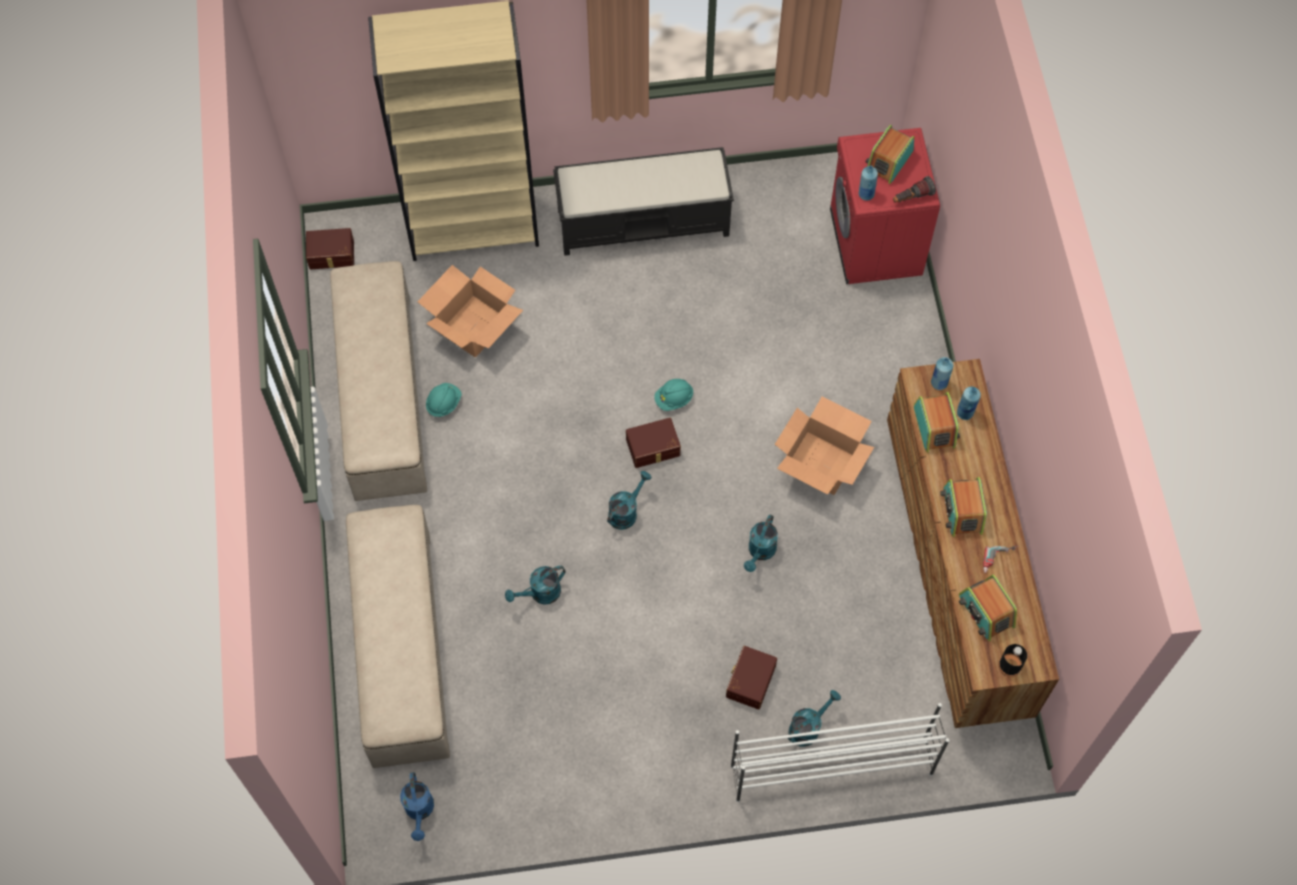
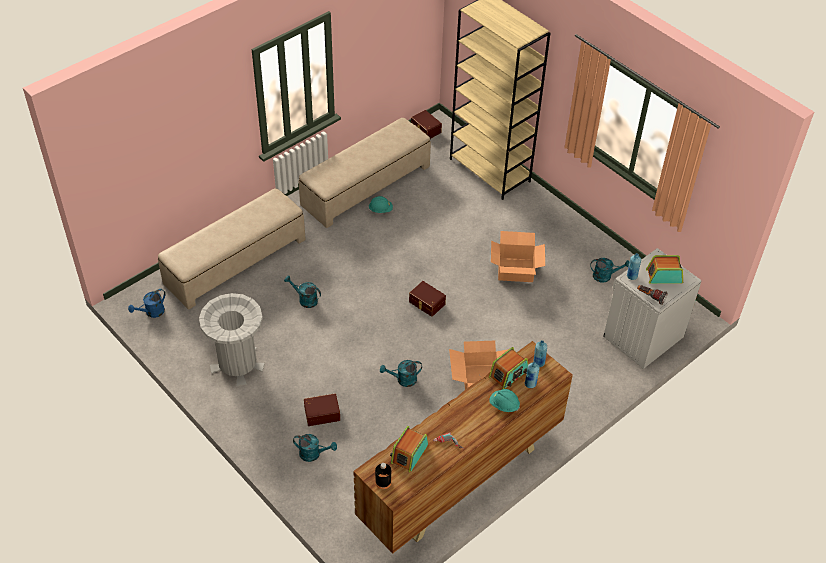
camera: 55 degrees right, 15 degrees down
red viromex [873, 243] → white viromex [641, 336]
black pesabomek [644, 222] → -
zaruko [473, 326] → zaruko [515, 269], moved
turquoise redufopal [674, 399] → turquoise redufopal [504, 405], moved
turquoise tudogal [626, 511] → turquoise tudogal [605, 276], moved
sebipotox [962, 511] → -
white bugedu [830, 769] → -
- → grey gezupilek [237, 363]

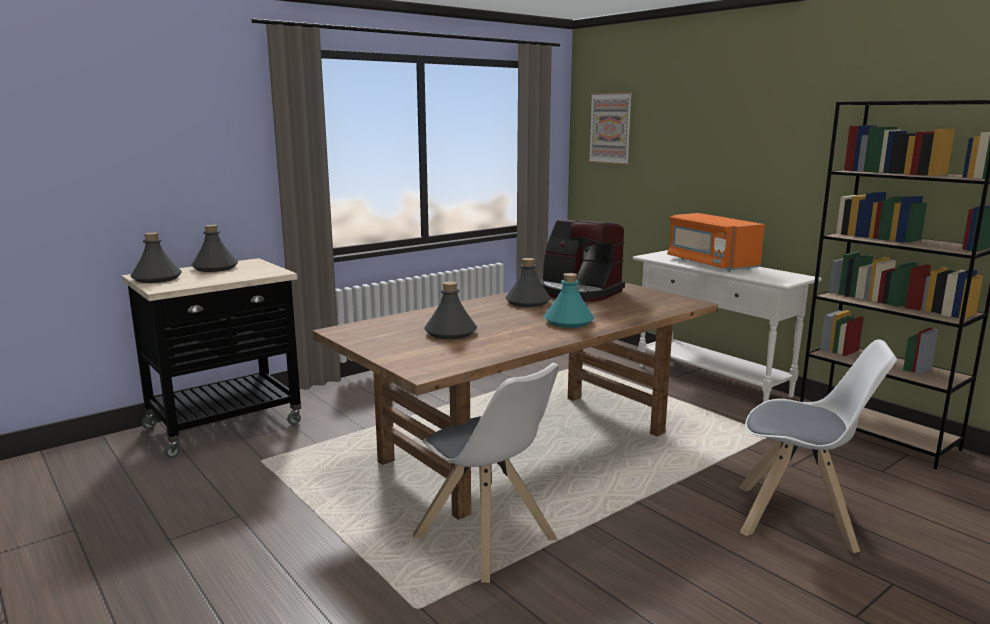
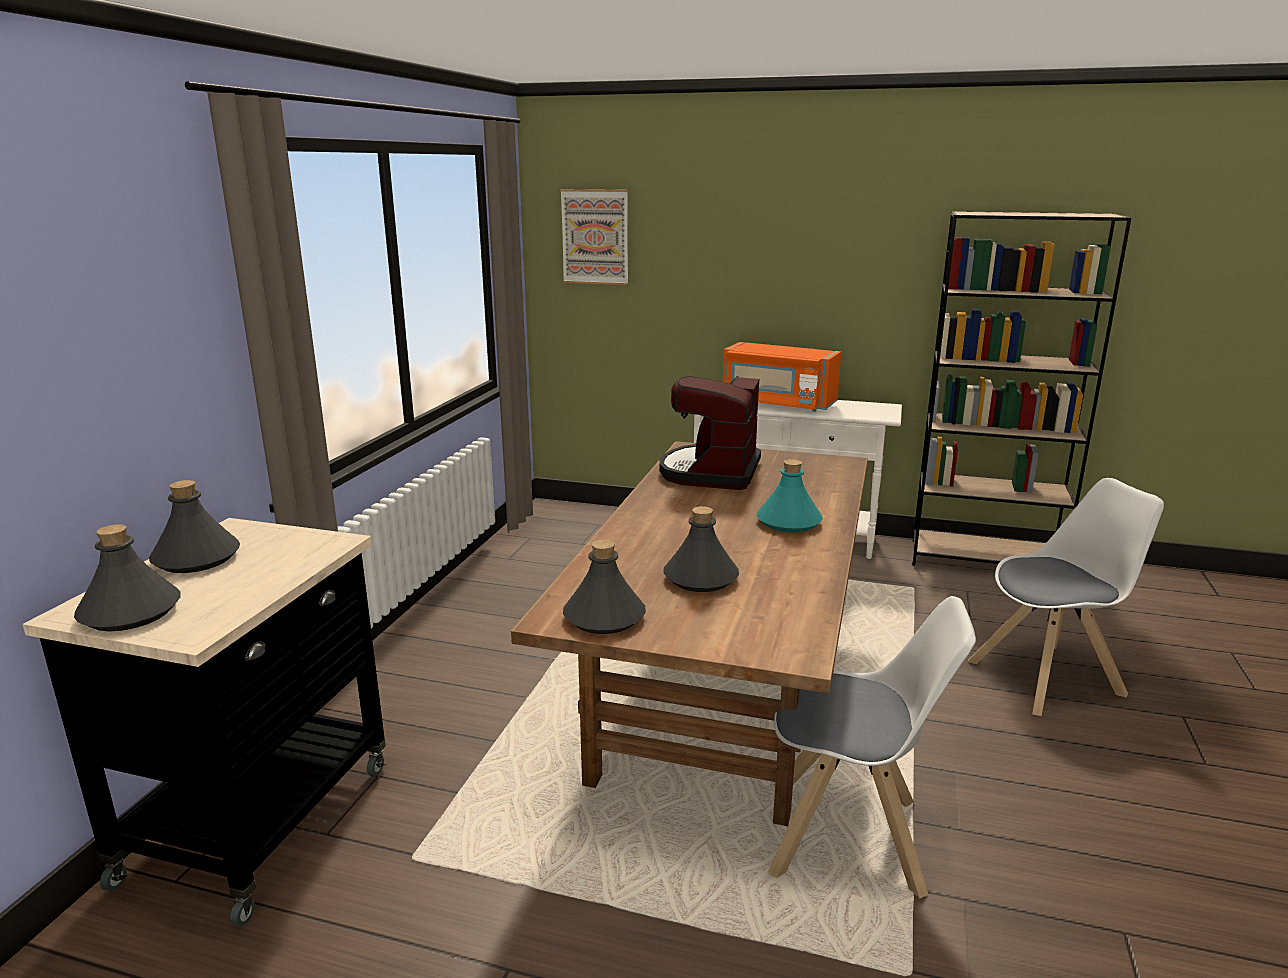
camera: 35 degrees left, 5 degrees up
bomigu [579, 292] → bomigu [711, 472], 105 degrees clockwise
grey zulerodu [527, 302] → grey zulerodu [604, 618], moved

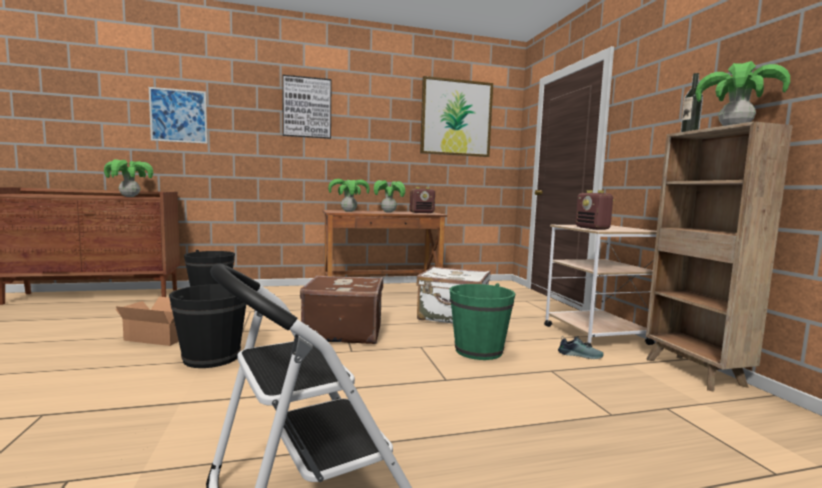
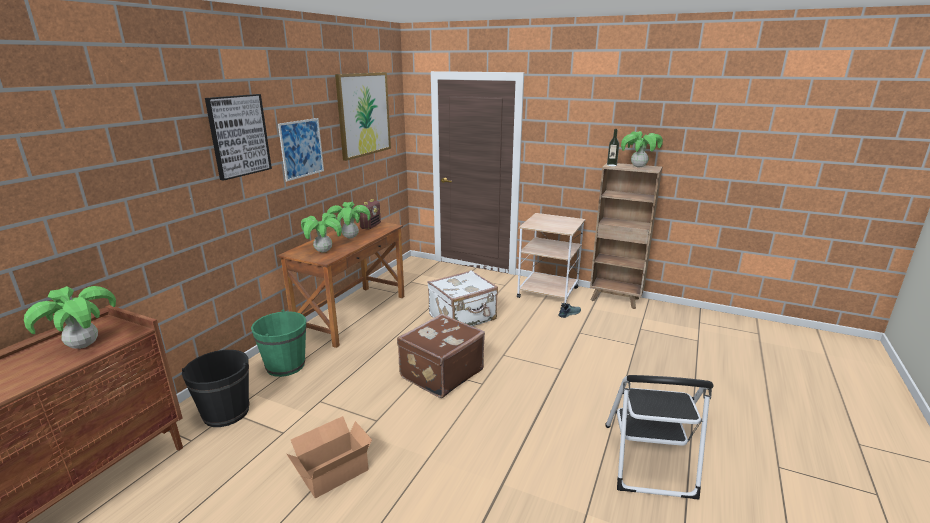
camera: 50 degrees left, 15 degrees up
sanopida [178, 116] → sanopida [301, 148], moved
sebipotox [592, 228] → -
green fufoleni [478, 351] → green fufoleni [285, 366], moved
black fufoleni [211, 357] → -

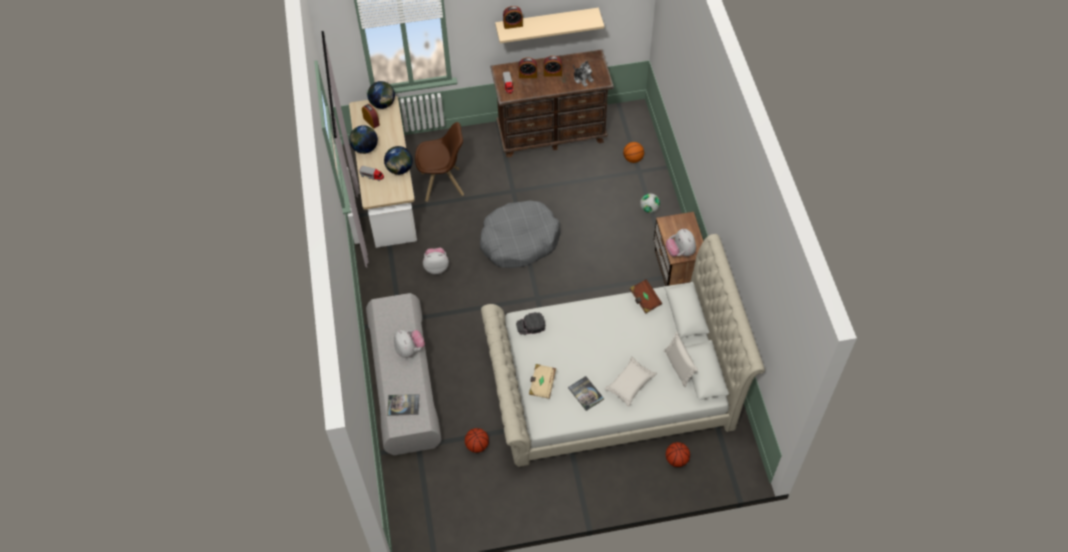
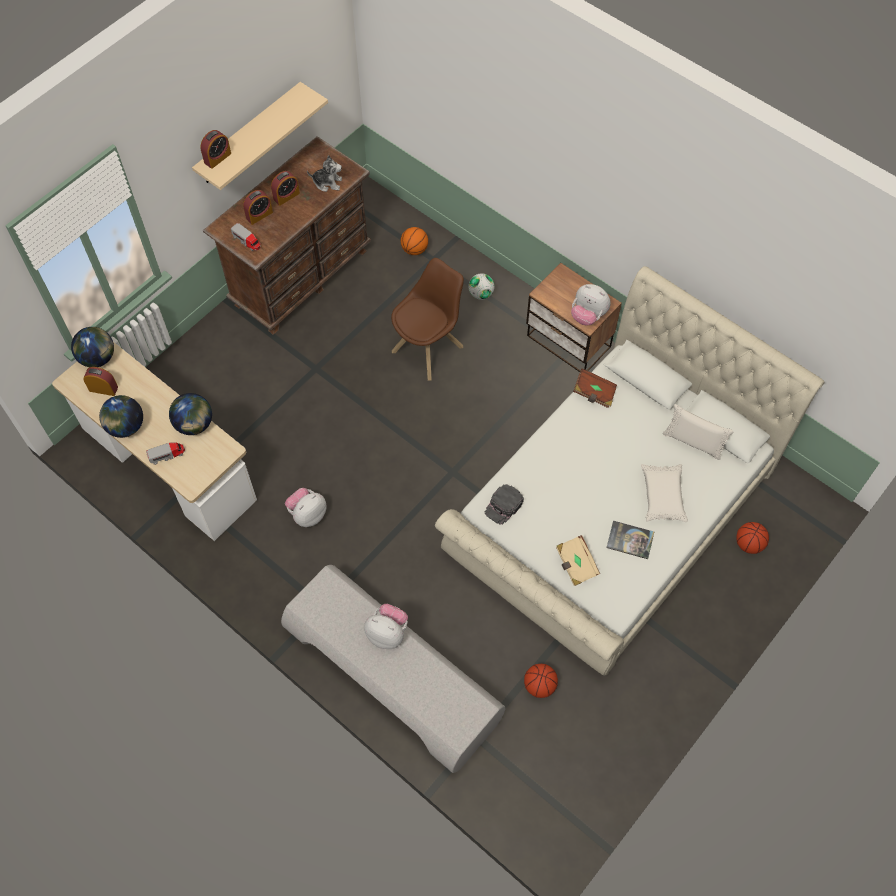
camera: 40 degrees left, 5 degrees up
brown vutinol [443, 184] → brown vutinol [428, 349], moved
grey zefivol [519, 241] → -
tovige [403, 405] → -

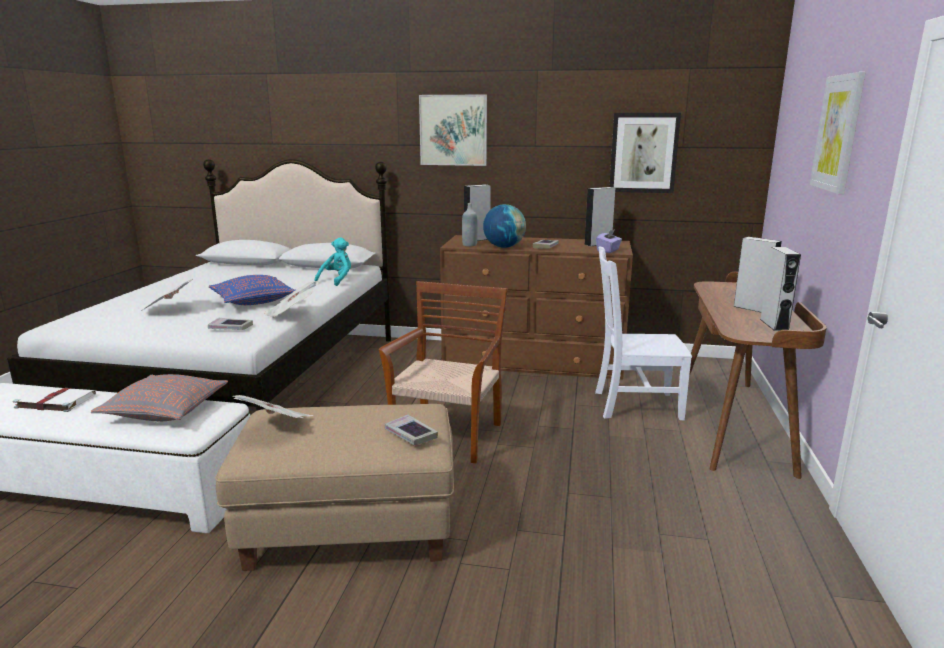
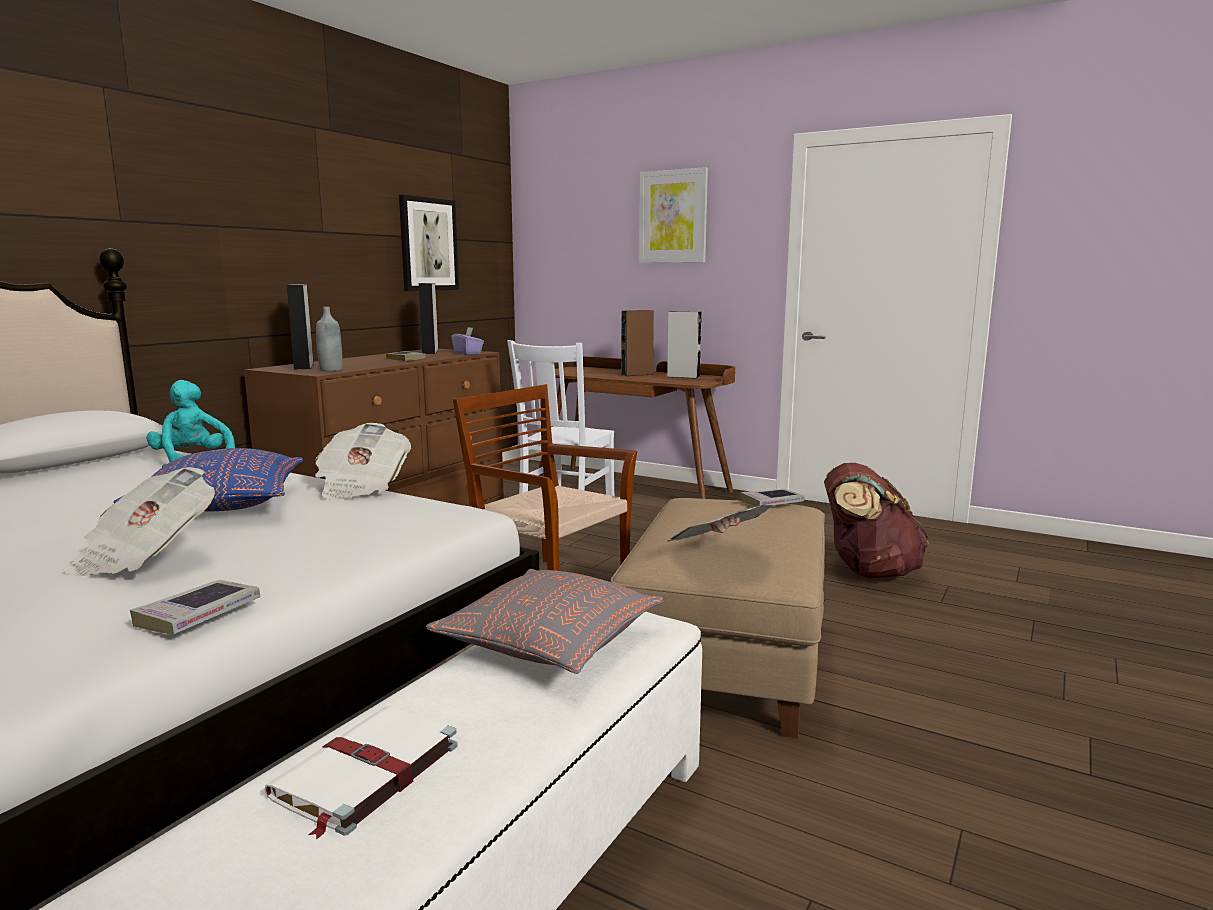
camera: 70 degrees left, 5 degrees down
sanopida [453, 130] → -
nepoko [504, 247] → -
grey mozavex [752, 308] → brown mozavex [637, 374]
tovige [230, 328] → tovige [199, 614], moved
- → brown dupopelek [868, 571]

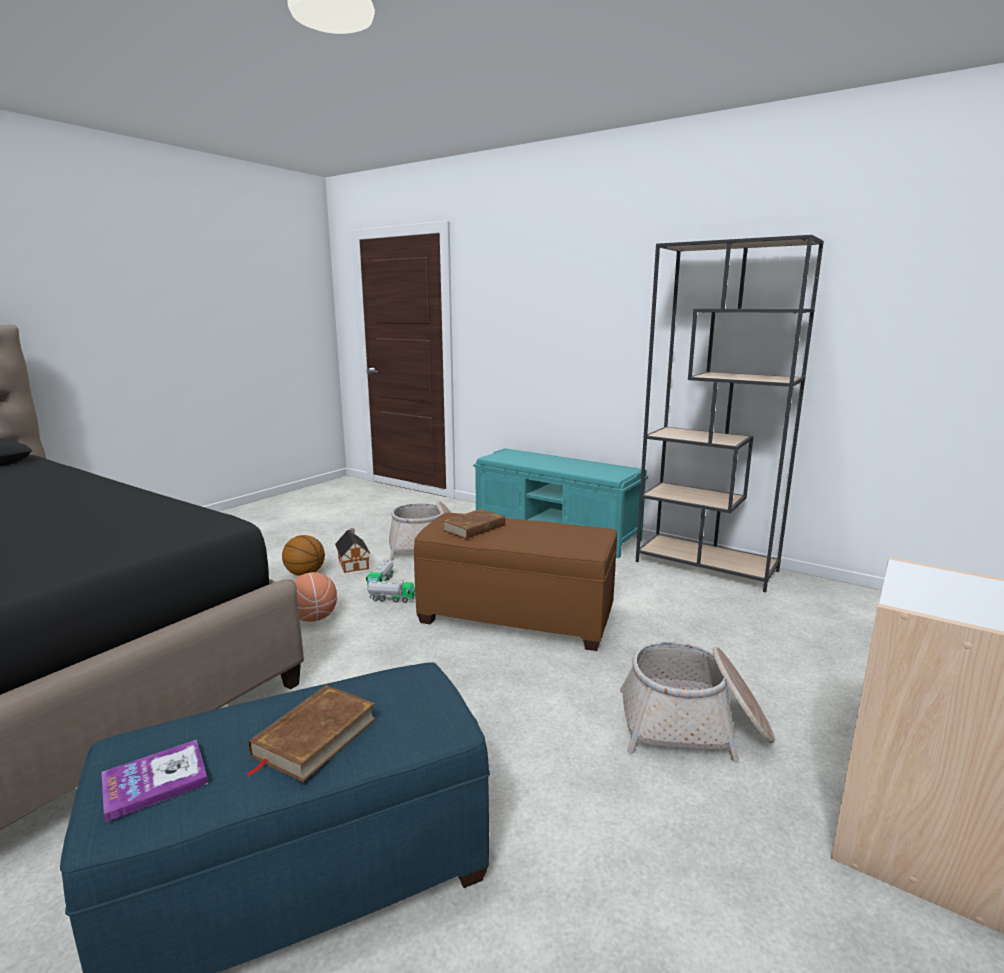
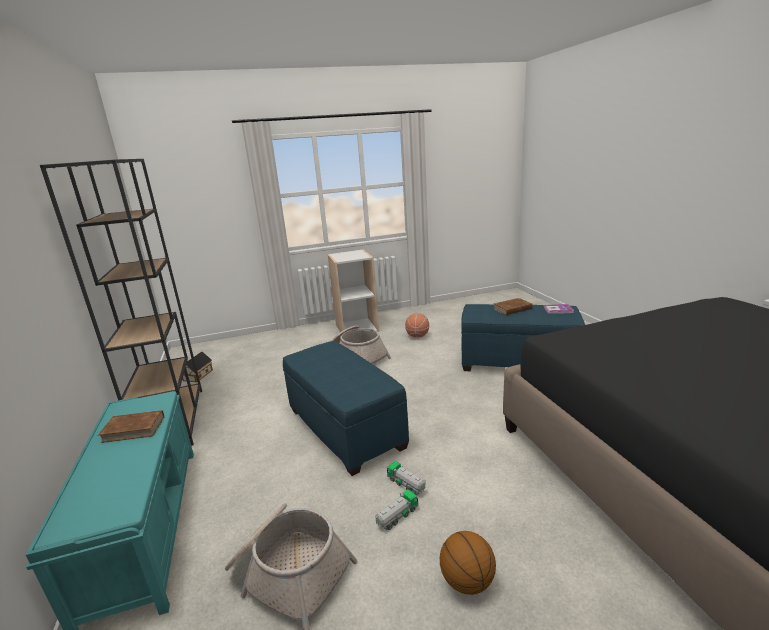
camera: 140 degrees left, 5 degrees up
brown tovige [474, 528] → brown tovige [133, 429], moved
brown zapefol [517, 616] → blue zapefol [344, 428]
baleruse [353, 563] → baleruse [196, 376], moved
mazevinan [314, 618] → mazevinan [417, 336], moved

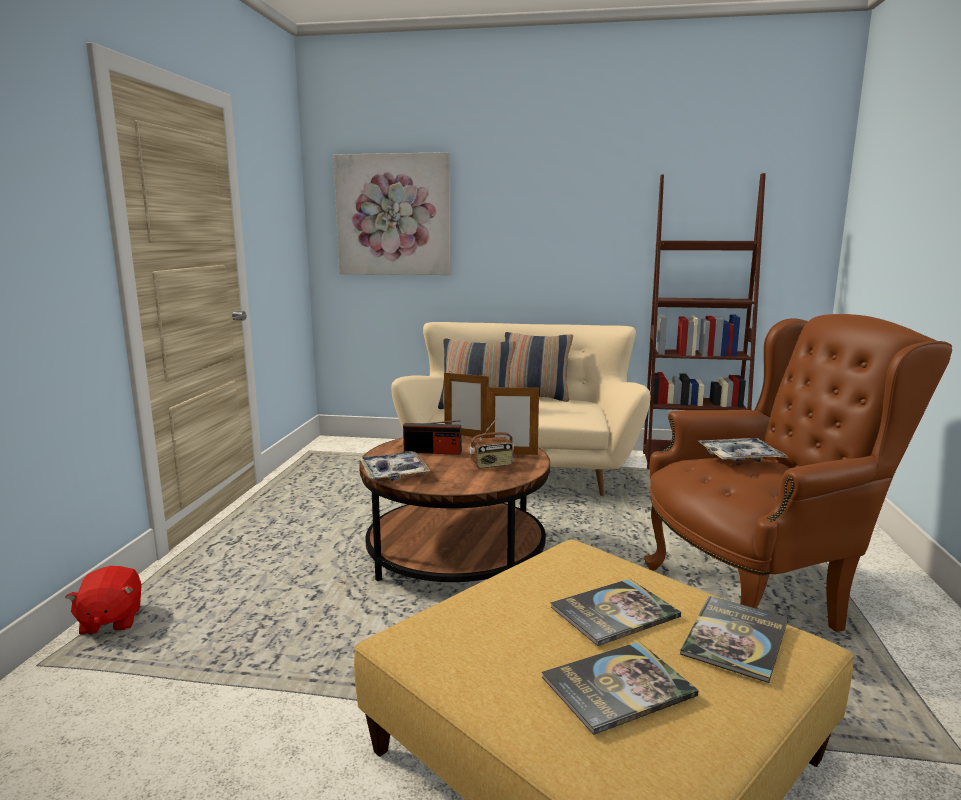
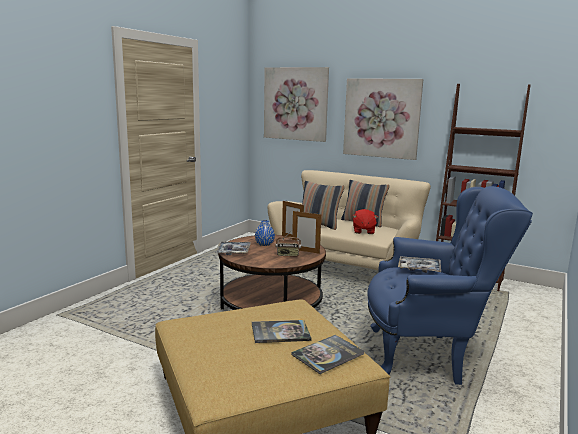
camera: 20 degrees right, 0 degrees up
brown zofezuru [756, 594] → blue zofezuru [426, 356]
sebipotox [433, 452] → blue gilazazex [264, 244]
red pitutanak [110, 621] → red pitutanak [363, 231], moved
tovige [618, 687] → -
- → sanopida [381, 118]

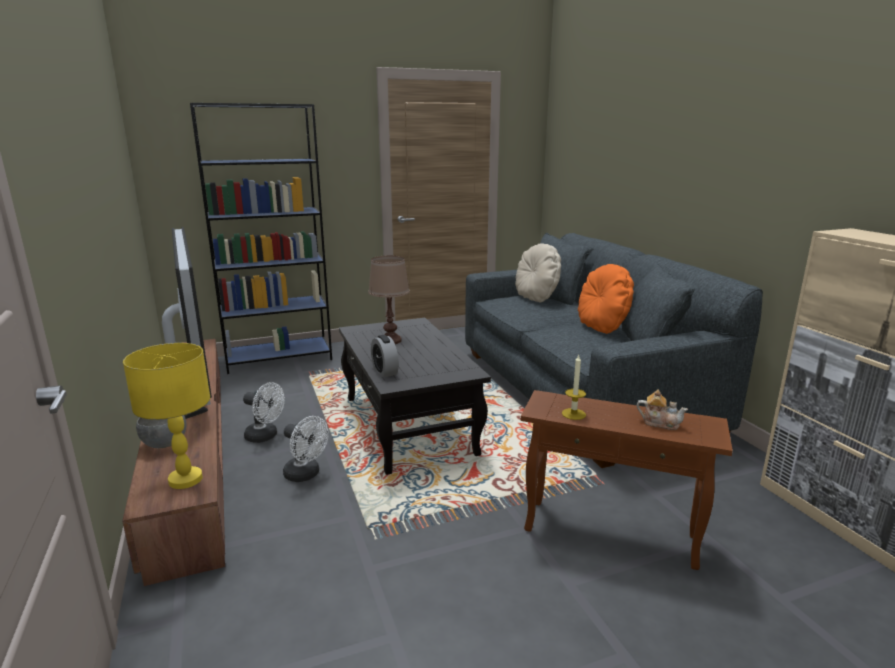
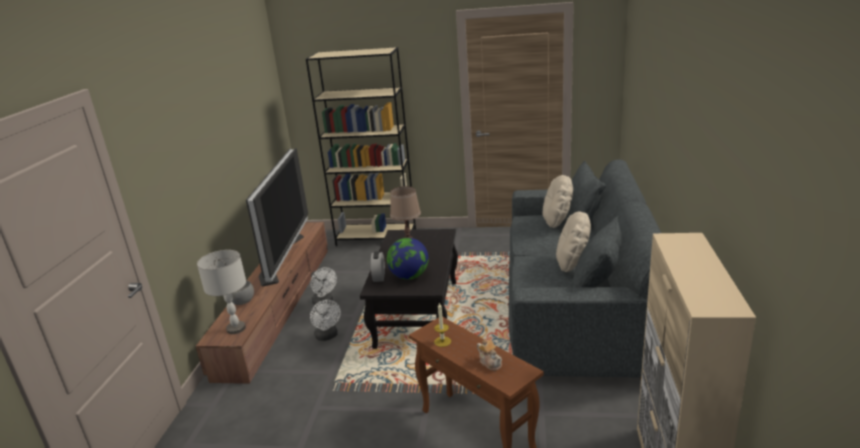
camera: 30 degrees right, 5 degrees up
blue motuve [279, 358] → beige motuve [377, 237]
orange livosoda [602, 328] → beige livosoda [572, 265]
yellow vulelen [186, 479] → grey vulelen [236, 328]
- → nepoko [409, 276]

